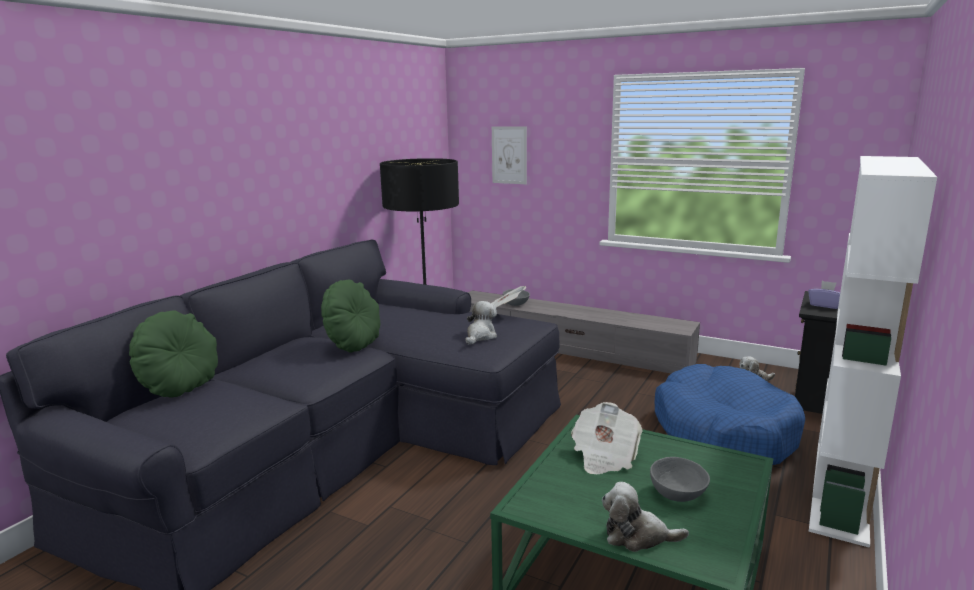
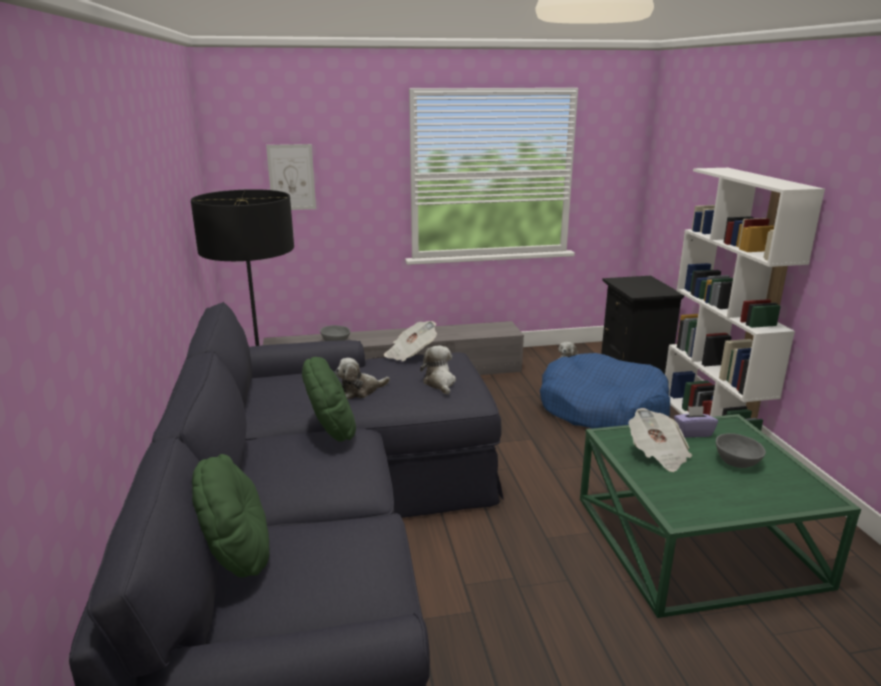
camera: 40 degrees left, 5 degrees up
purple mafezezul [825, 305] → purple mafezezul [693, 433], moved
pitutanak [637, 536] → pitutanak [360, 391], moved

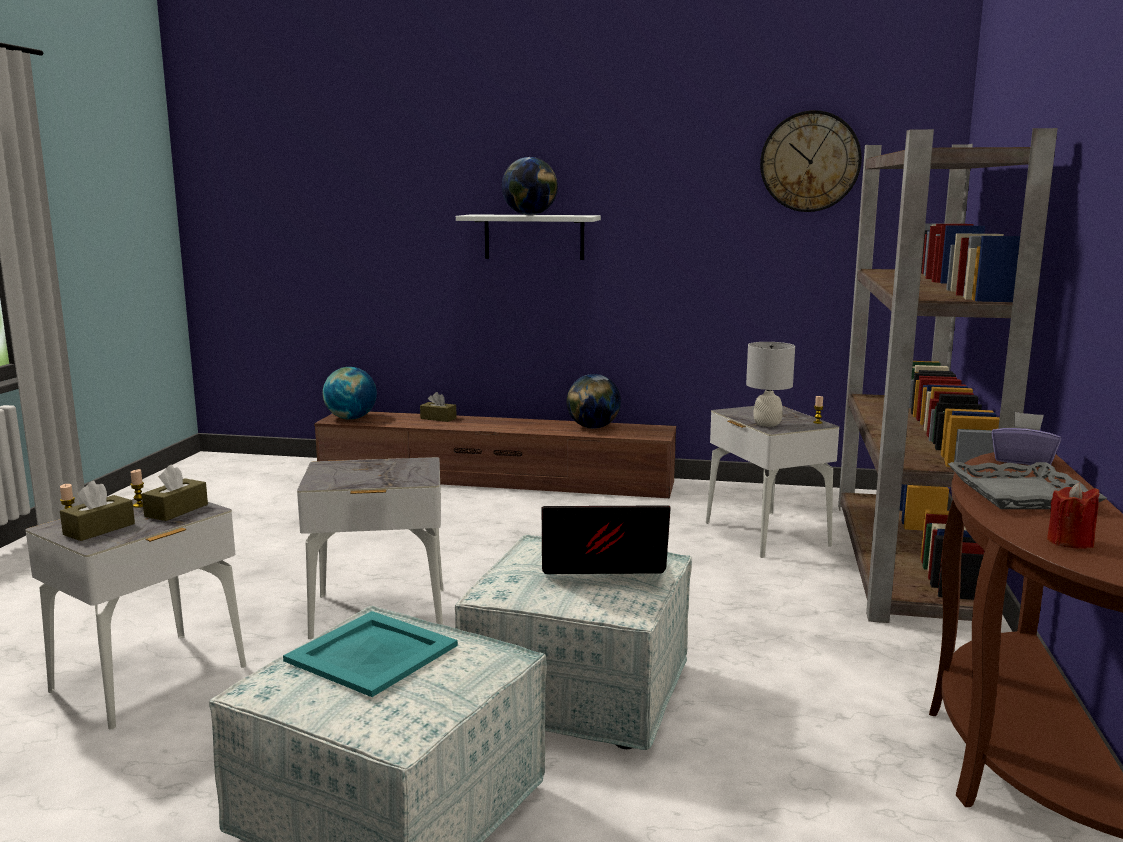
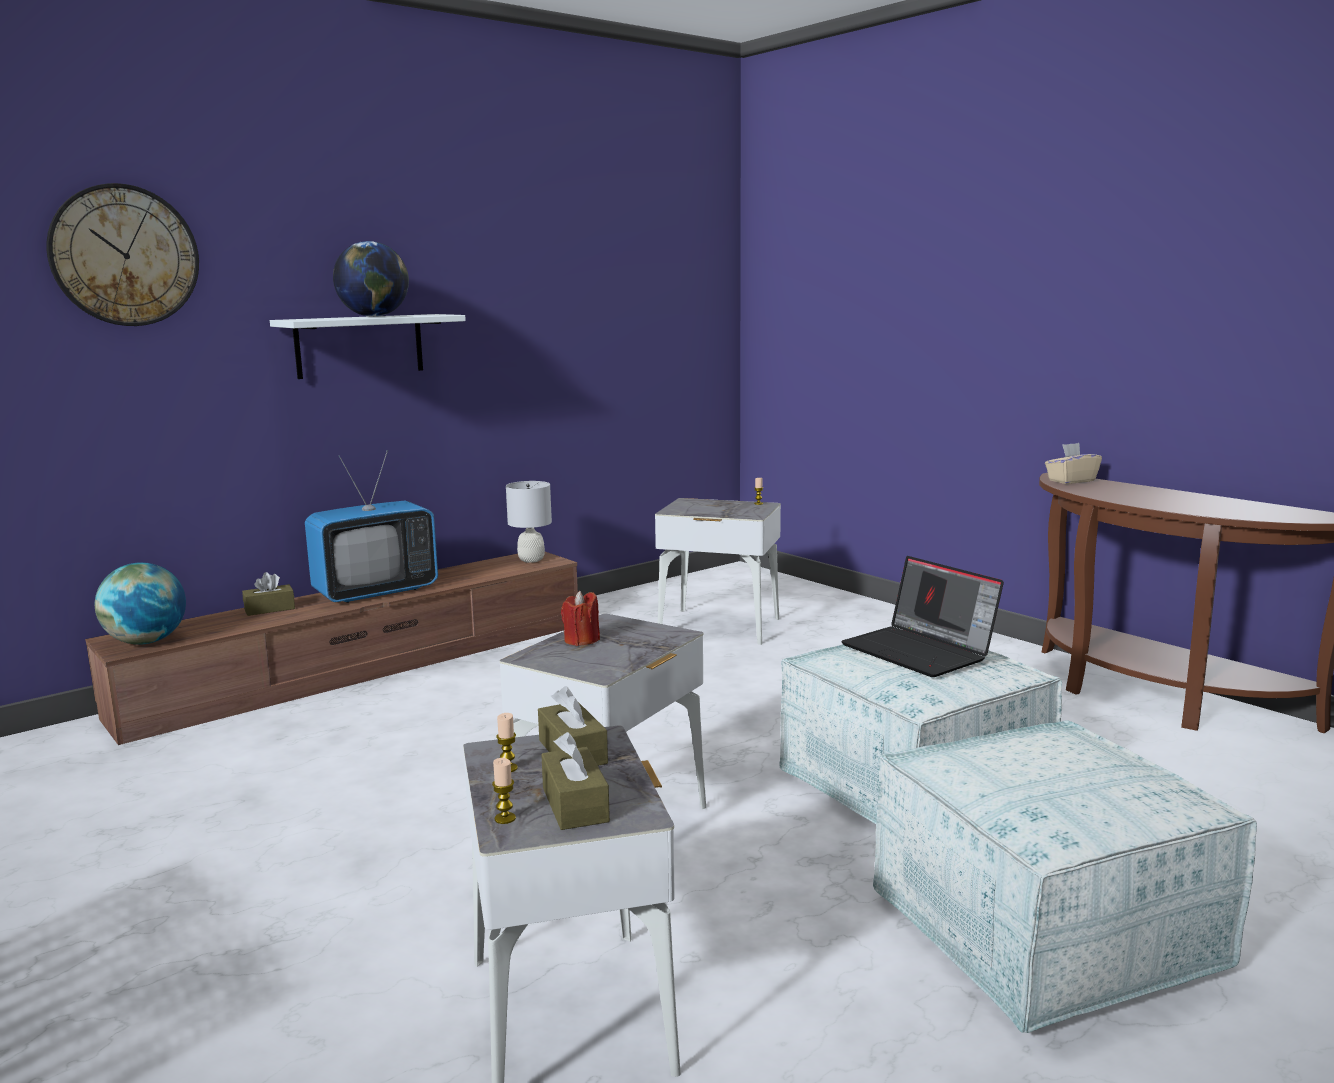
camera: 50 degrees left, 0 degrees up
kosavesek [810, 161] → kosavesek [124, 256], moved
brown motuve [905, 559] → -
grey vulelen [768, 425] → grey vulelen [532, 560], moved
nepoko [593, 427] → -
purple mafezezul [1022, 460] → beige mafezezul [1071, 481]
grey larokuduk [1019, 494] → -
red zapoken [1070, 542] → red zapoken [581, 640], moved
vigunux [600, 565] → vigunux [921, 651], 75 degrees counterclockwise
turquoise larokuduk [373, 653] → -
- → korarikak [376, 592]

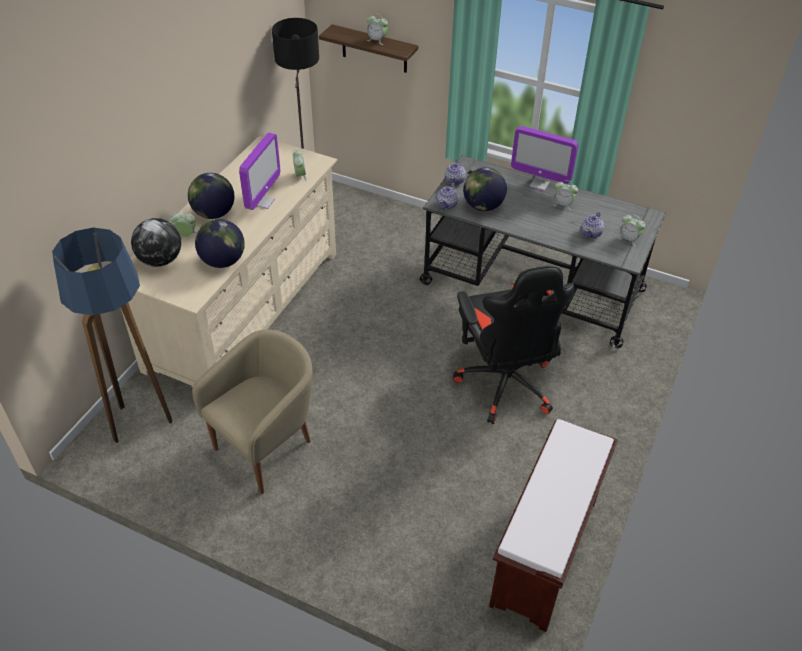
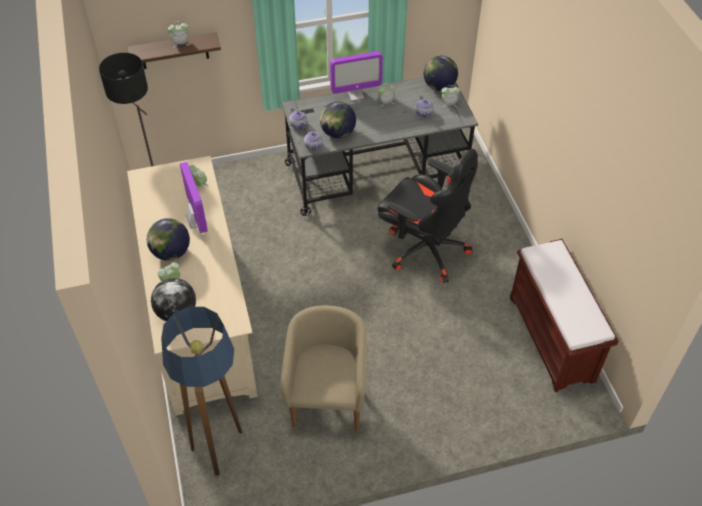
camera: 40 degrees left, 5 degrees up
nepoko [223, 261] → nepoko [439, 86], moved

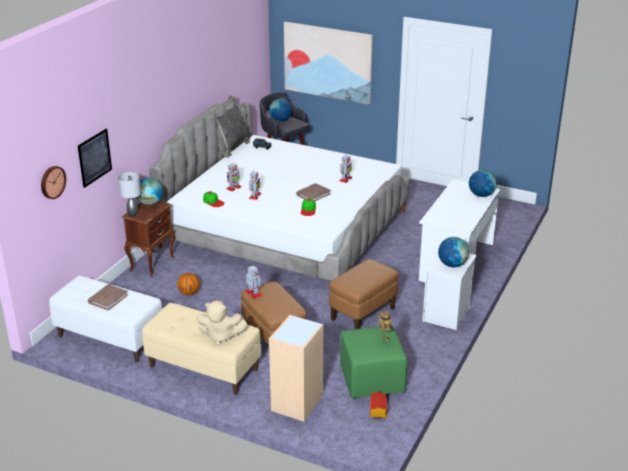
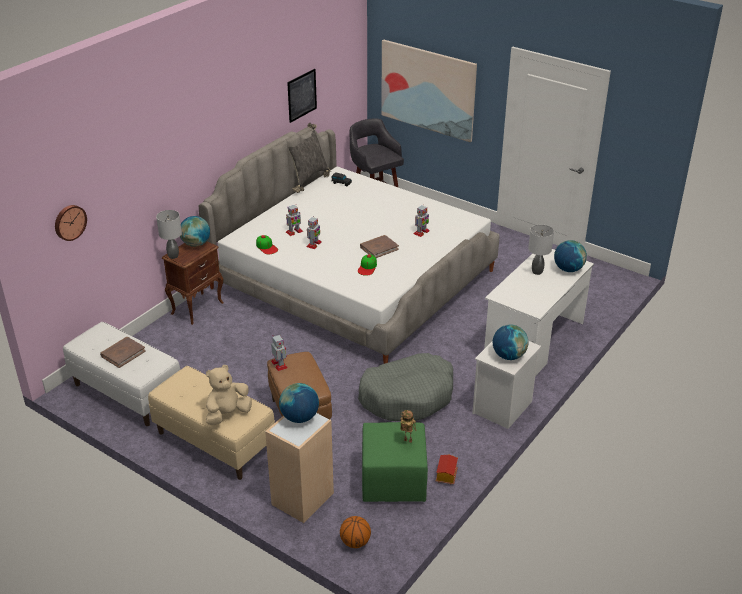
camera: 10 degrees right, 5 degrees up
nepoko [280, 120] → nepoko [299, 417], moved
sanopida [94, 157] → sanopida [302, 95], moved
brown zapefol [362, 314] → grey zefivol [407, 396]
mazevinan [189, 293] → mazevinan [355, 542], moved
beige pitutanak [220, 336] → beige pitutanak [227, 414], 120 degrees clockwise
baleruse [377, 412] → baleruse [446, 476], moved
- → grey vulelen [536, 271]

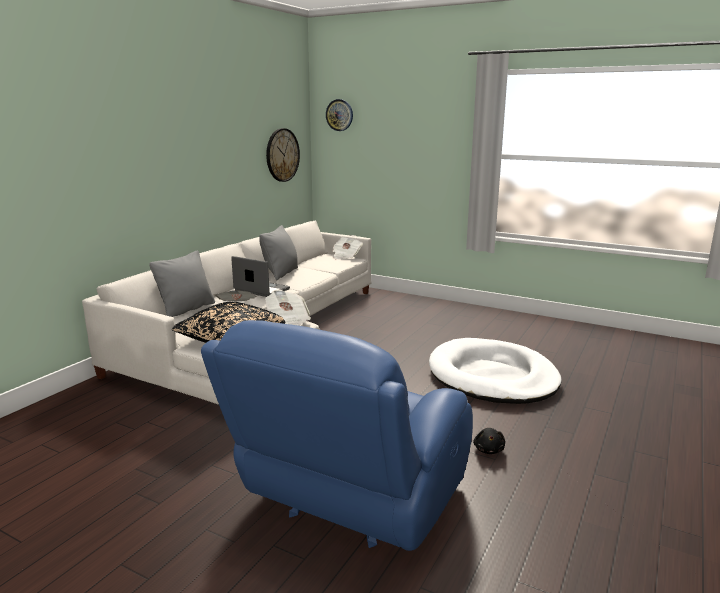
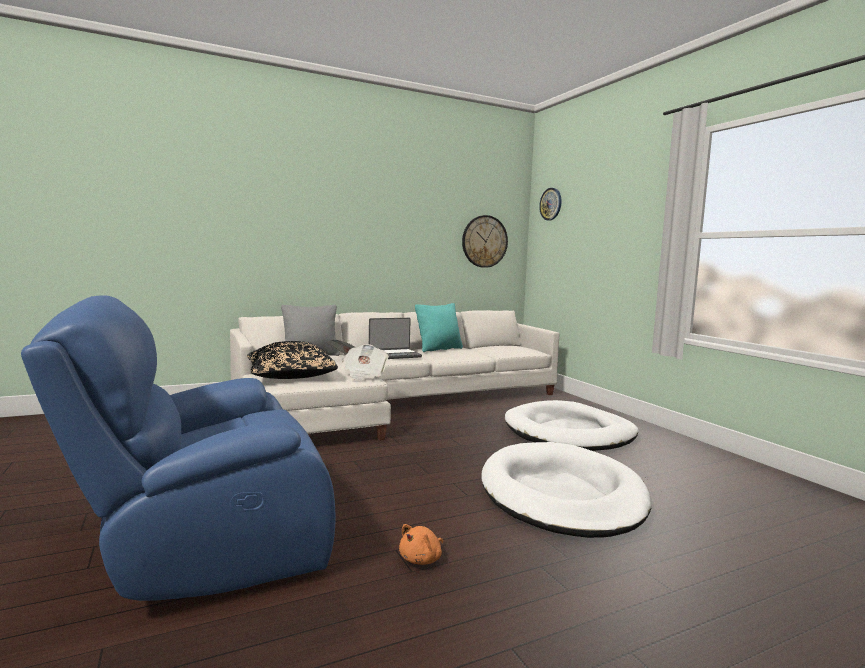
camera: 35 degrees right, 10 degrees down
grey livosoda [281, 273] → turquoise livosoda [439, 349]
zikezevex [346, 256] → -
vigunux [261, 290] → vigunux [394, 355], 90 degrees clockwise
black pitutanak [488, 450] → orange pitutanak [422, 559]
- → white zefivol [569, 432]

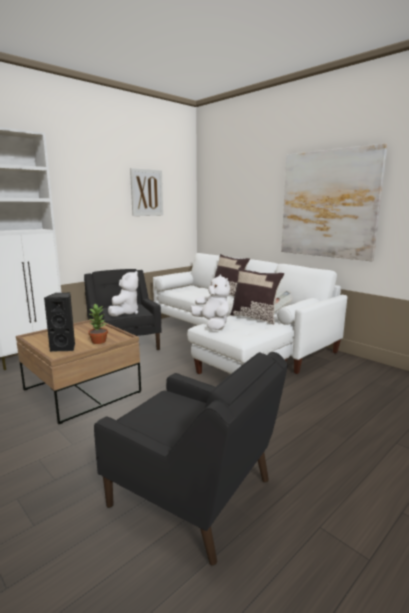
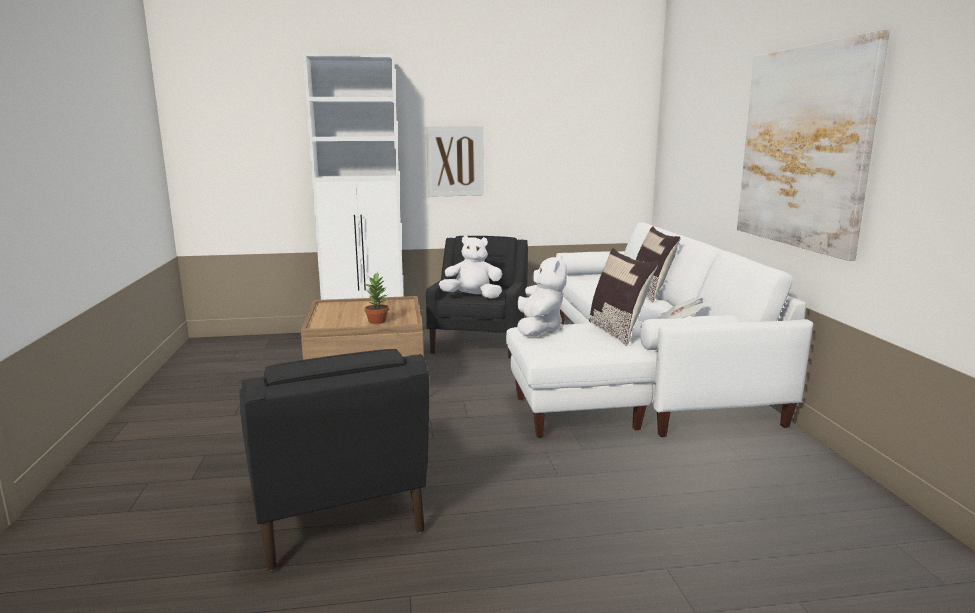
camera: 35 degrees right, 0 degrees up
sanopida [146, 193] → sanopida [455, 161], moved
white pitutanak [125, 313] → white pitutanak [472, 297], 135 degrees counterclockwise
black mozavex [65, 347] → -

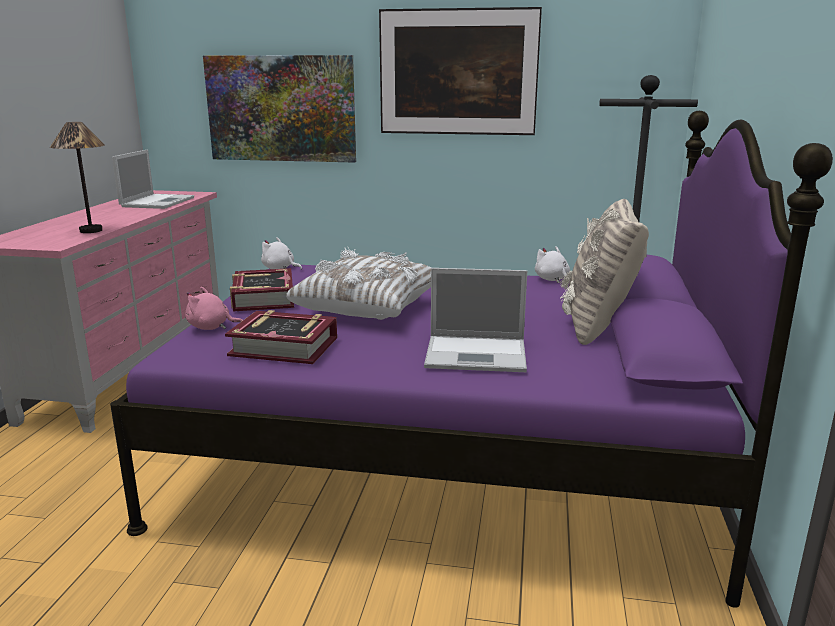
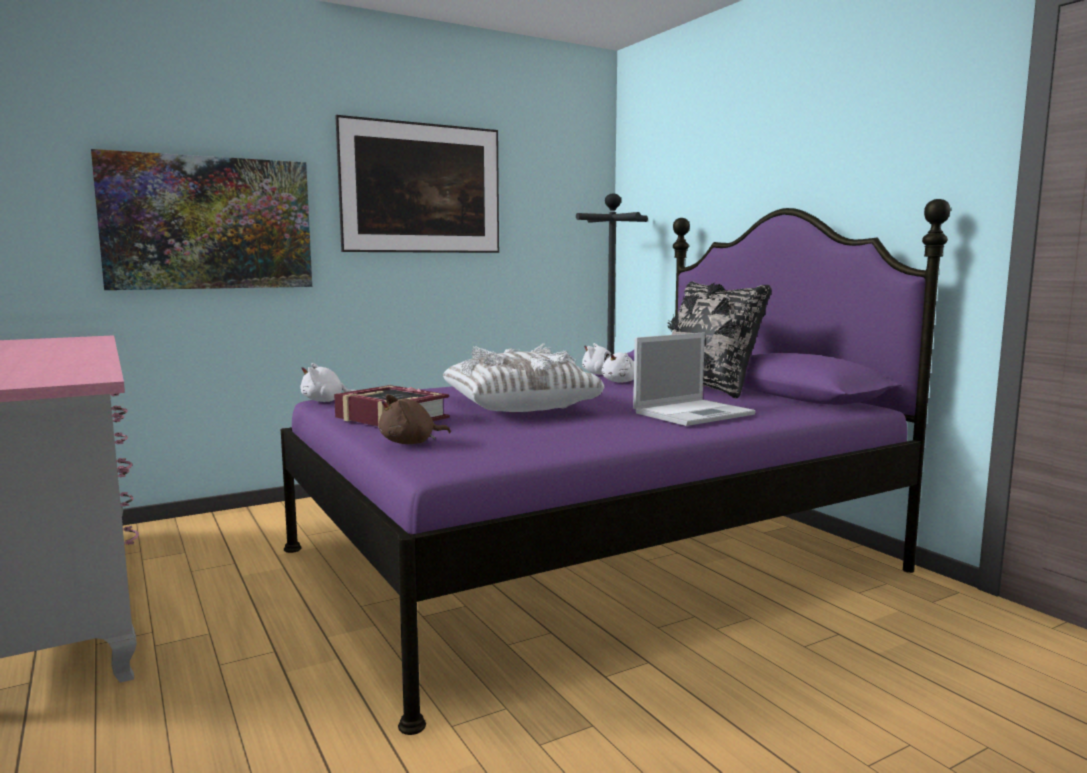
camera: 40 degrees left, 10 degrees down
vulelen [91, 231] → -
vigunux [158, 202] → -
beige livosoda [595, 324] → black livosoda [707, 389]
pink pitutanak [211, 327] → brown pitutanak [411, 443]
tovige [284, 346] → -
- → white pitutanak [621, 382]

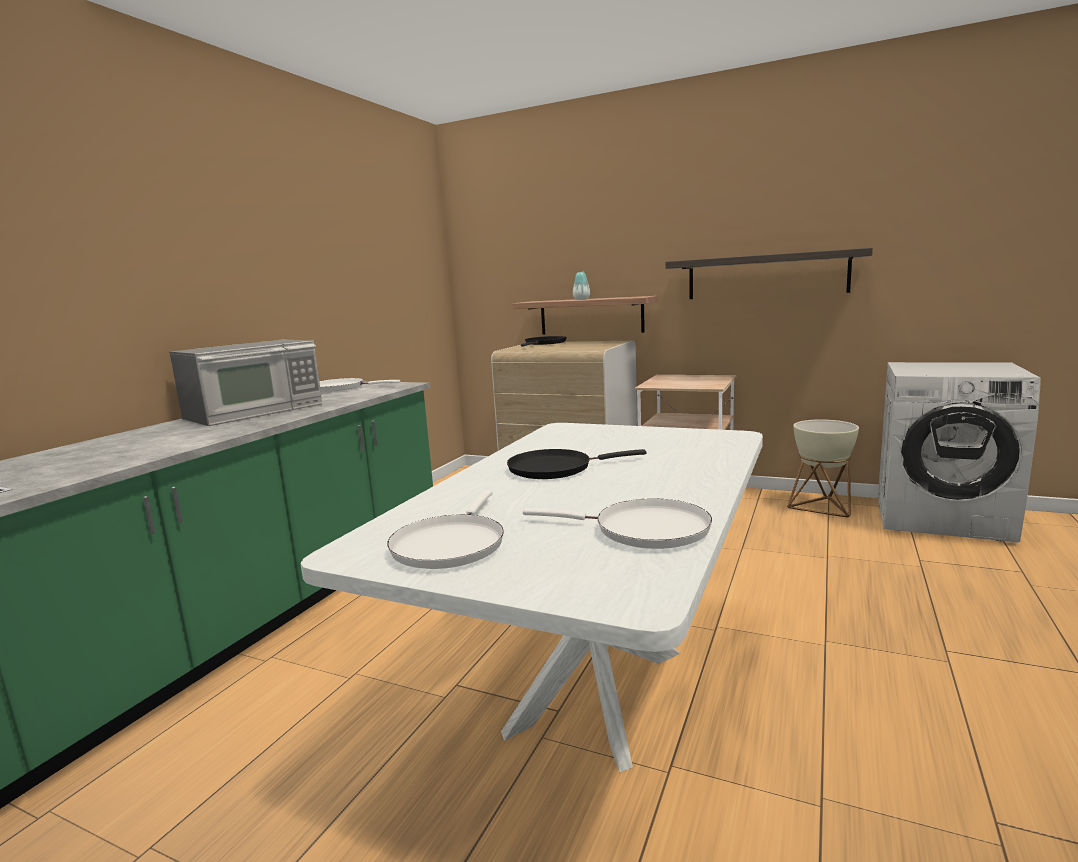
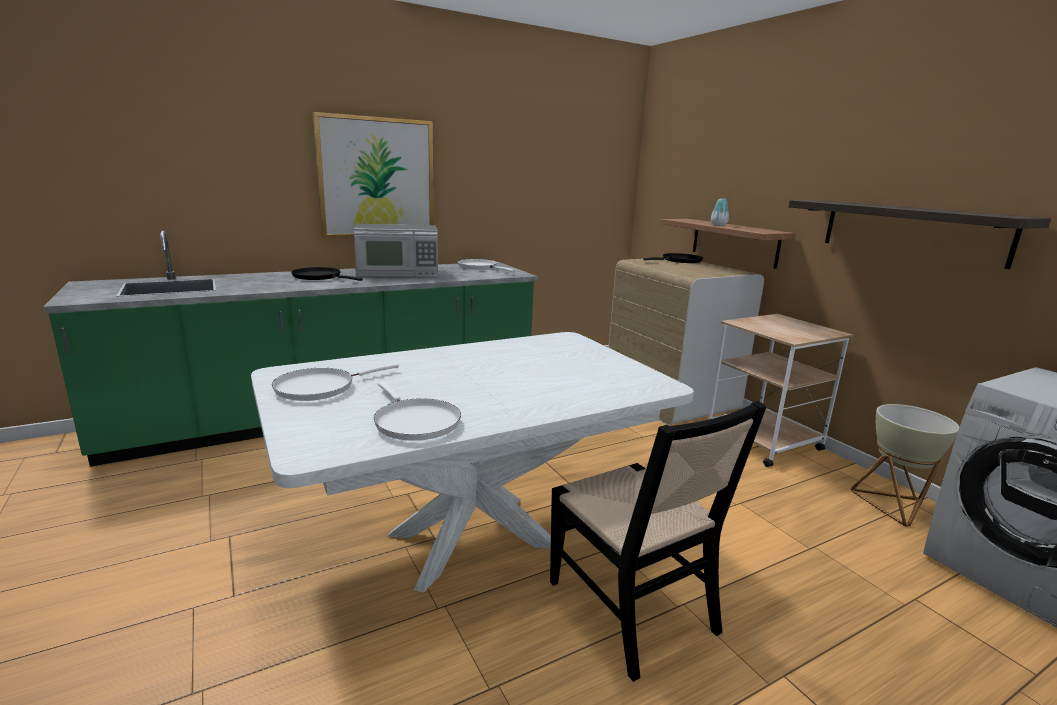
camera: 35 degrees right, 5 degrees up
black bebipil [555, 468] → black bebipil [320, 277], moved
- → sanopida [377, 178]
- → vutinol [630, 608]

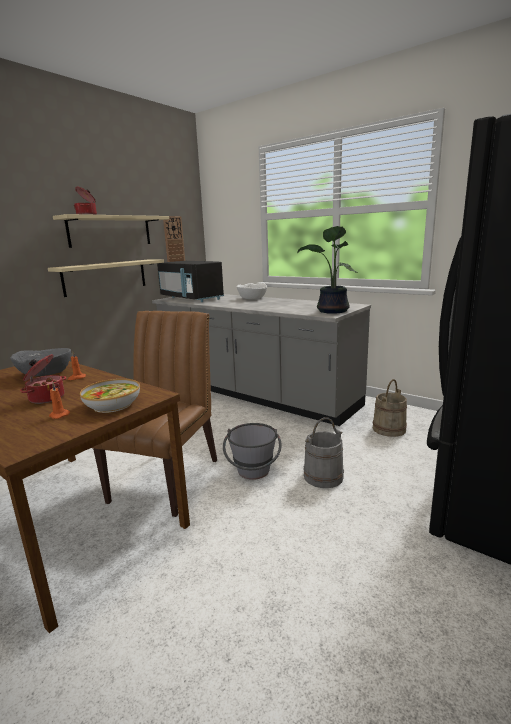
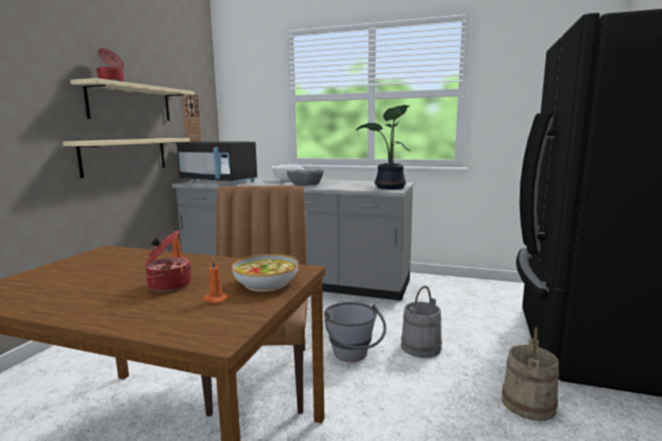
camera: 20 degrees left, 5 degrees down
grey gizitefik [45, 373] → grey gizitefik [305, 185], moved
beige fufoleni [388, 429] → beige fufoleni [527, 403], moved

